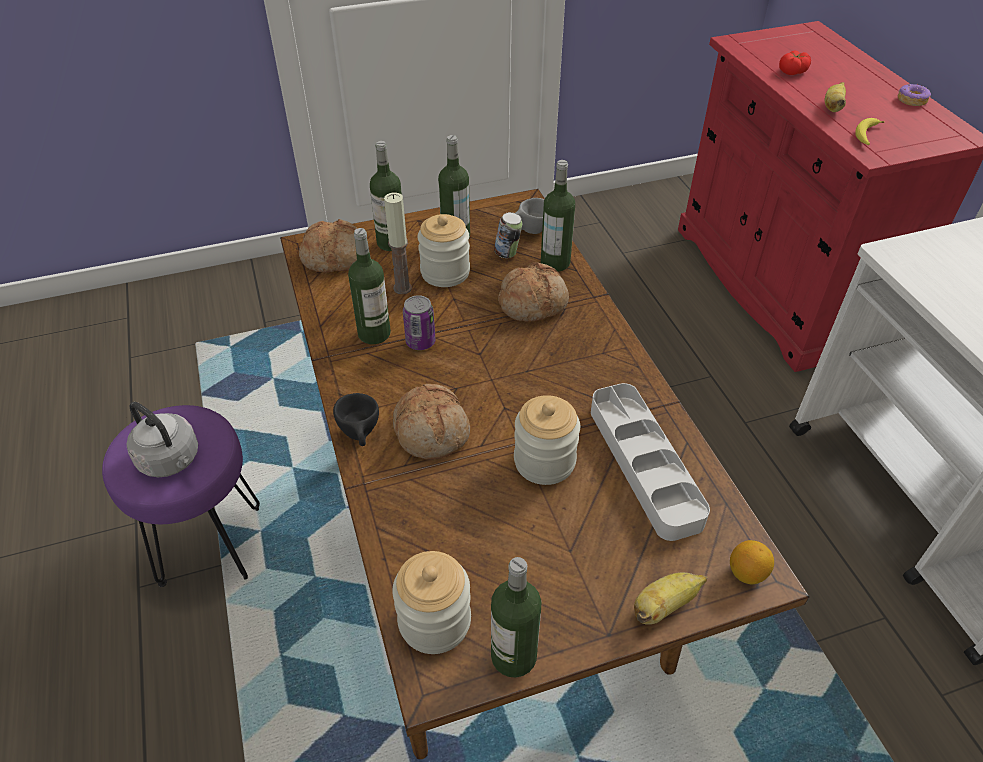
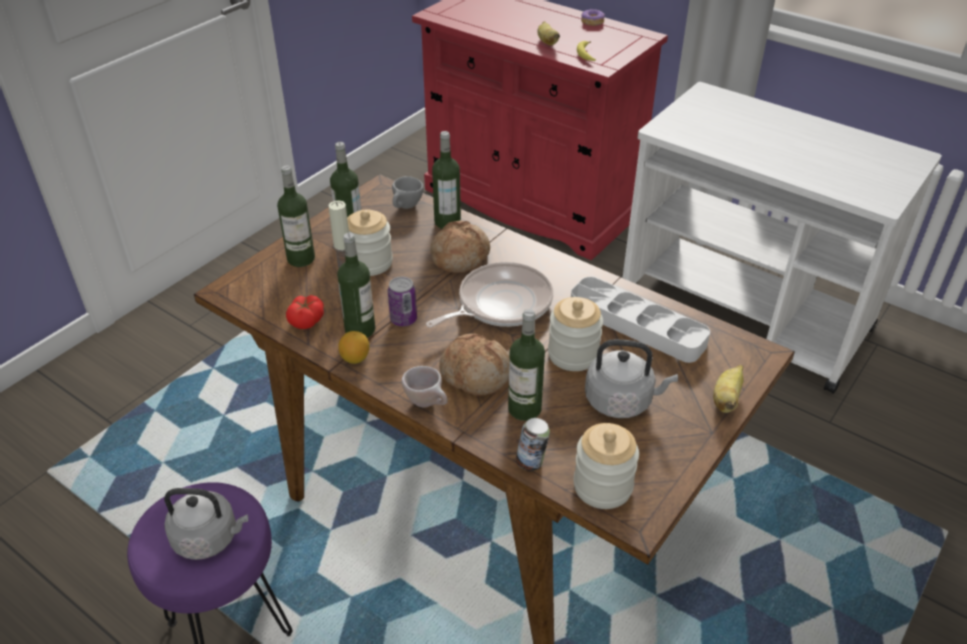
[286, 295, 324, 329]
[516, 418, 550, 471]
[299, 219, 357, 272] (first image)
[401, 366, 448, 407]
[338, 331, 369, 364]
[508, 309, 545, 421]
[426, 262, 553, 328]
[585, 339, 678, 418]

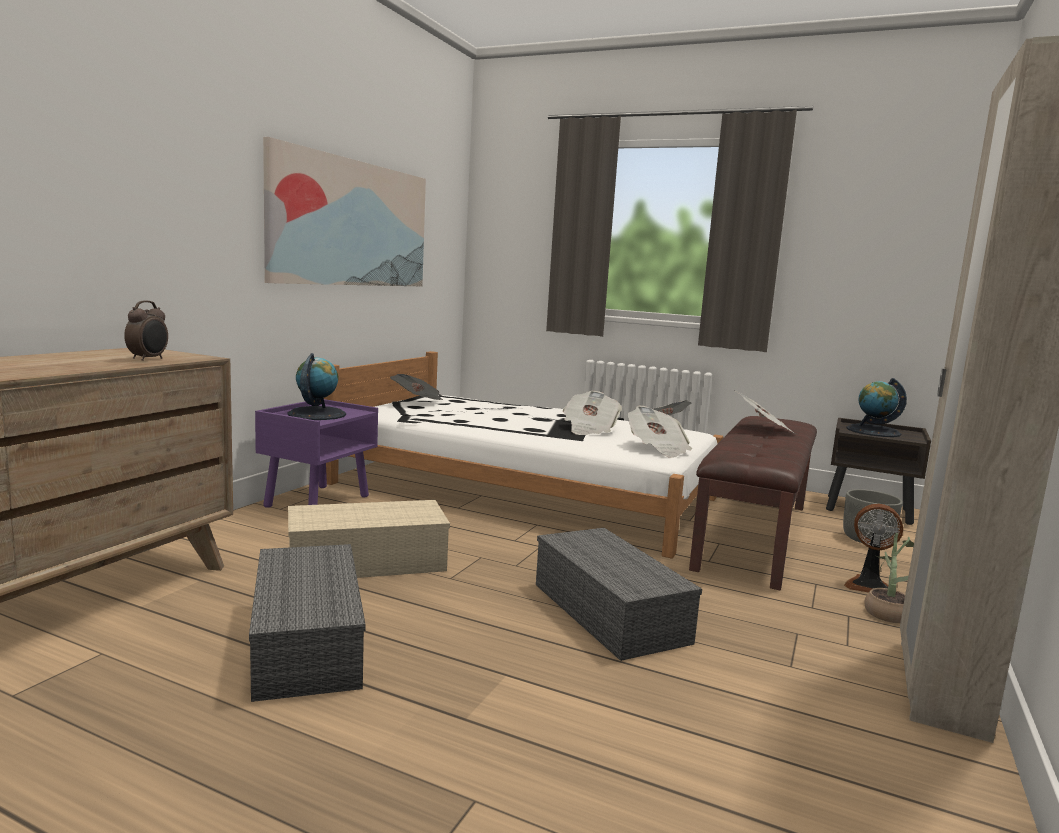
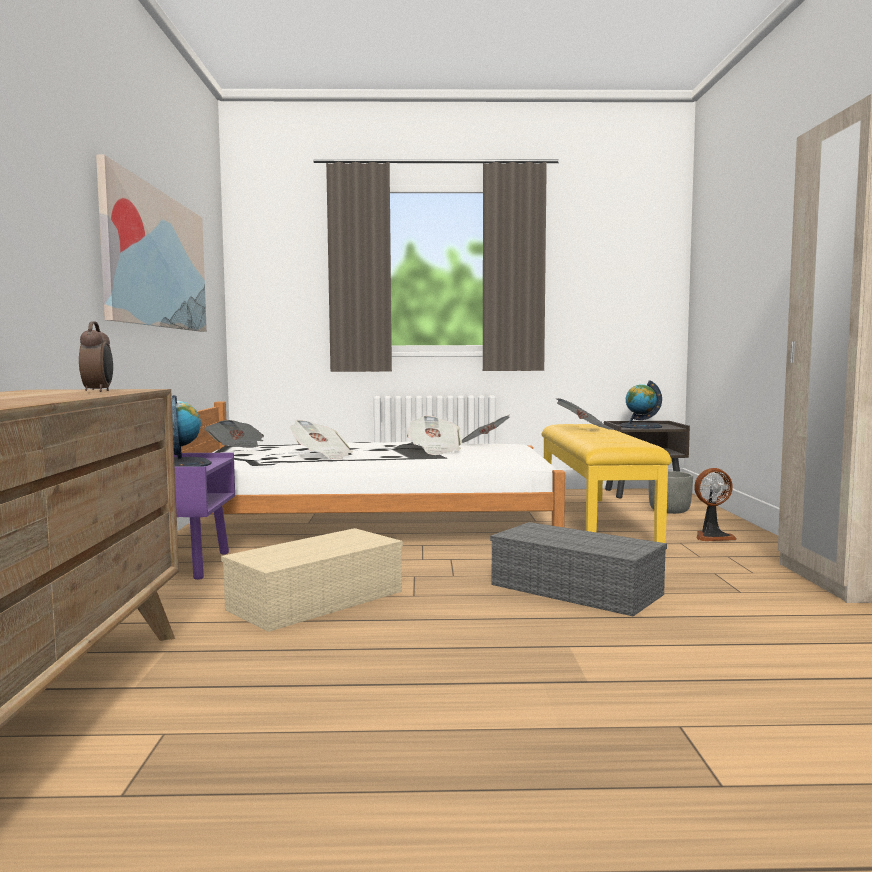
[289, 420, 353, 460]
[542, 424, 671, 543]
[865, 533, 914, 623] (first image)
[249, 544, 366, 702] (first image)

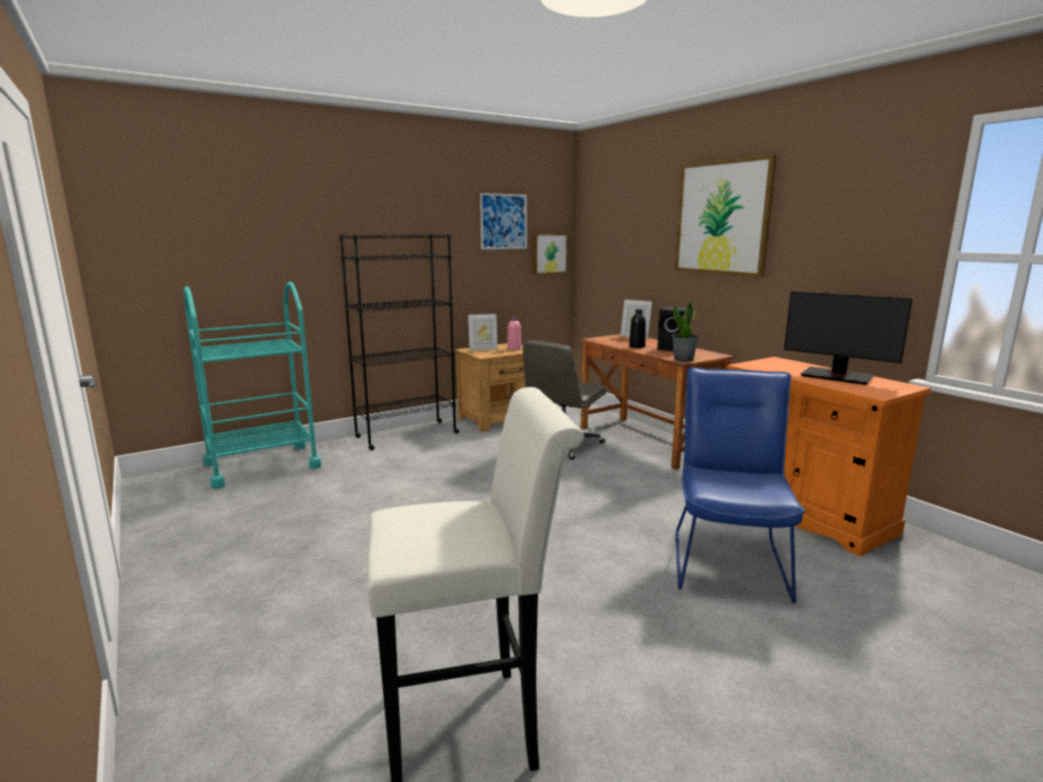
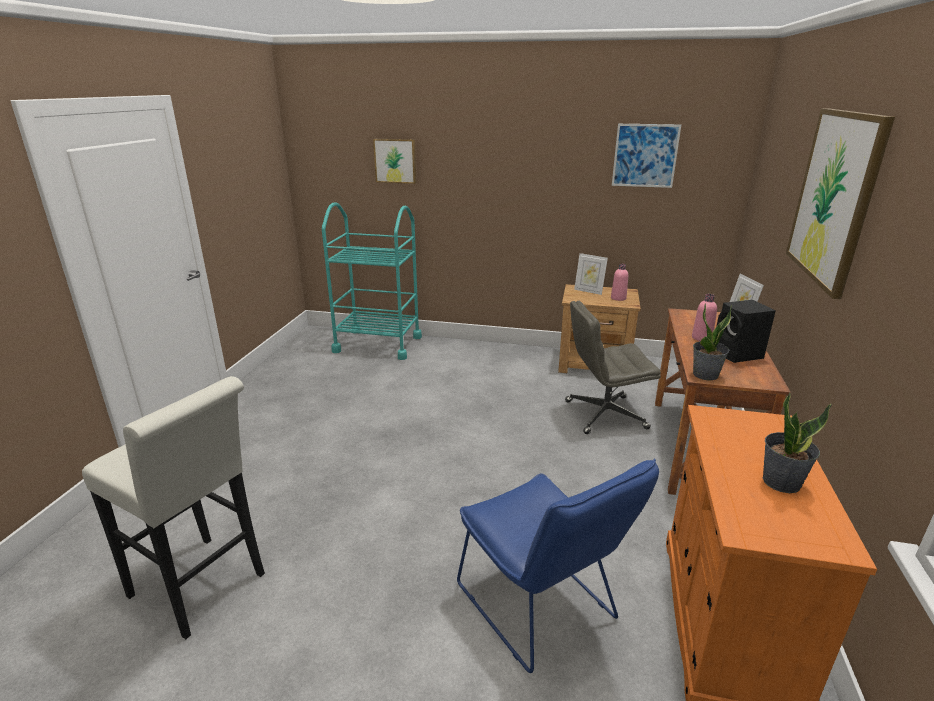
[340, 234, 459, 450] (first image)
[373, 139, 416, 184]
[763, 393, 832, 493]
[692, 294, 717, 341]
[457, 459, 659, 673]

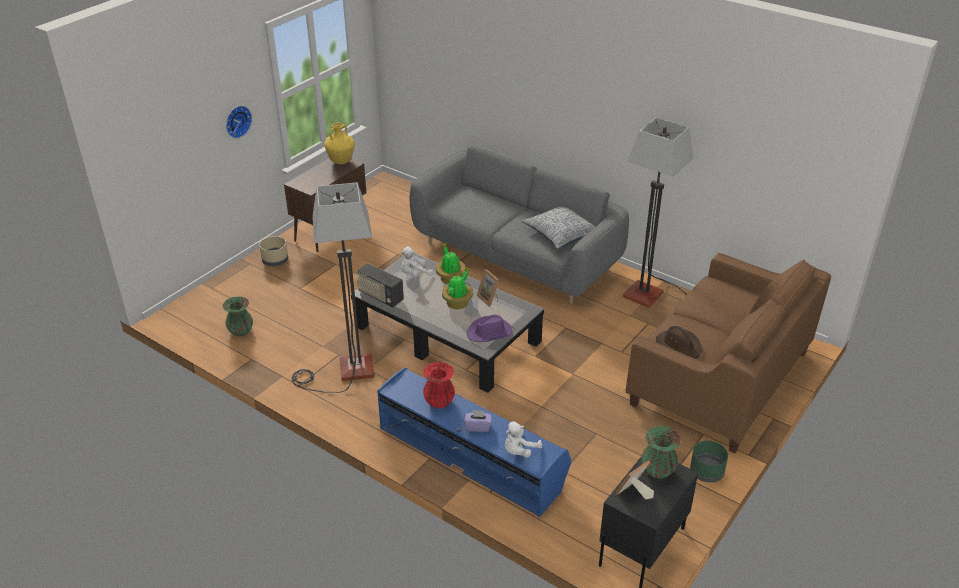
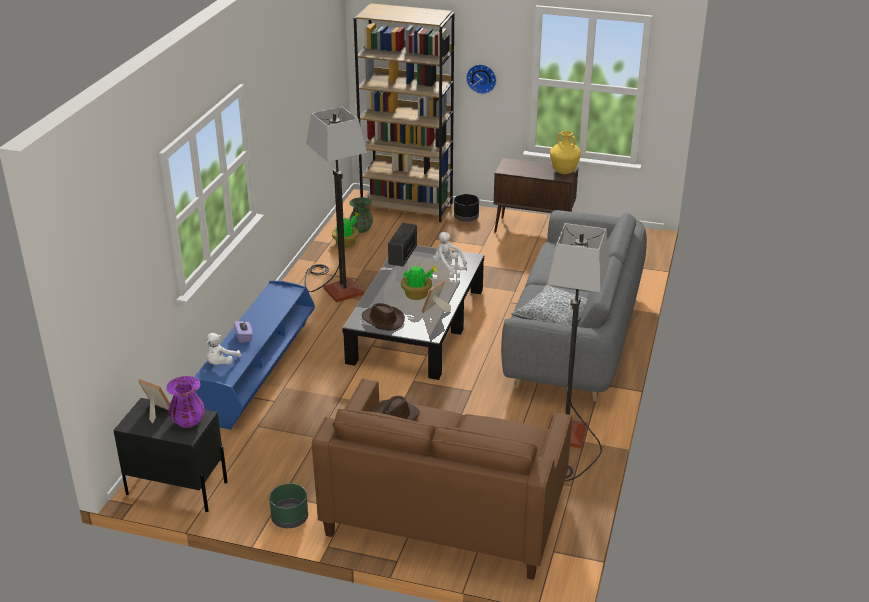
[454, 194, 479, 221]
[332, 212, 360, 248]
[362, 303, 405, 331]
[423, 362, 455, 408] (first image)
[206, 333, 241, 365]
[166, 376, 205, 428]
[354, 3, 454, 222]

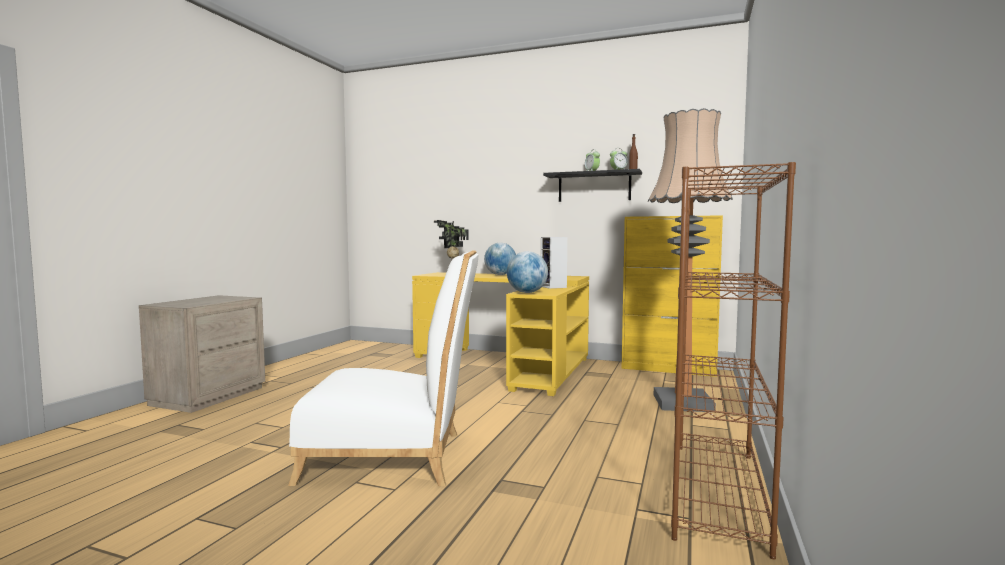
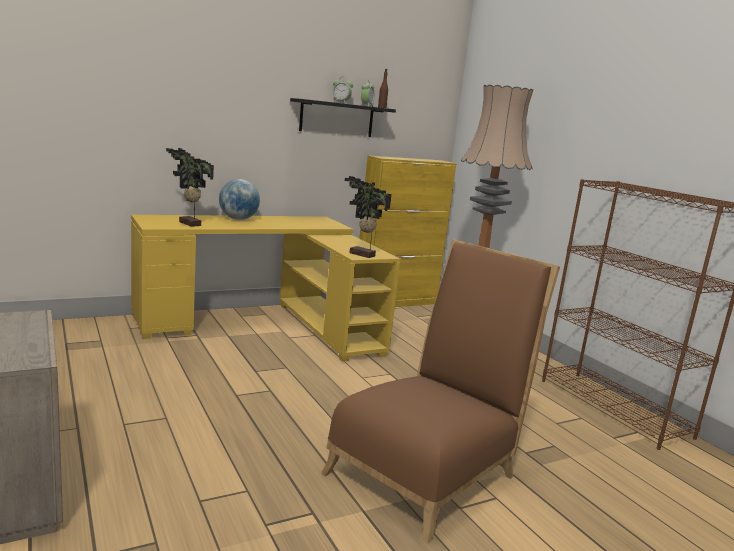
[541, 237, 567, 289] (first image)
[321, 239, 560, 544]
[345, 176, 392, 258]

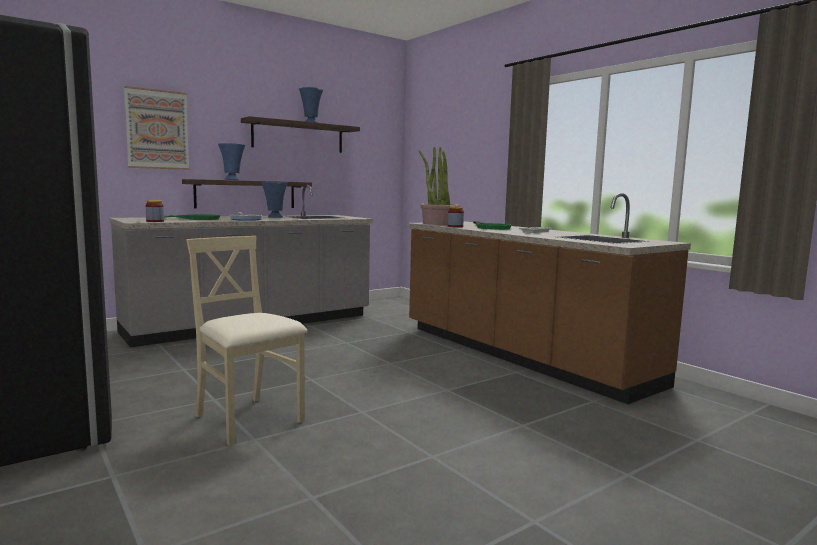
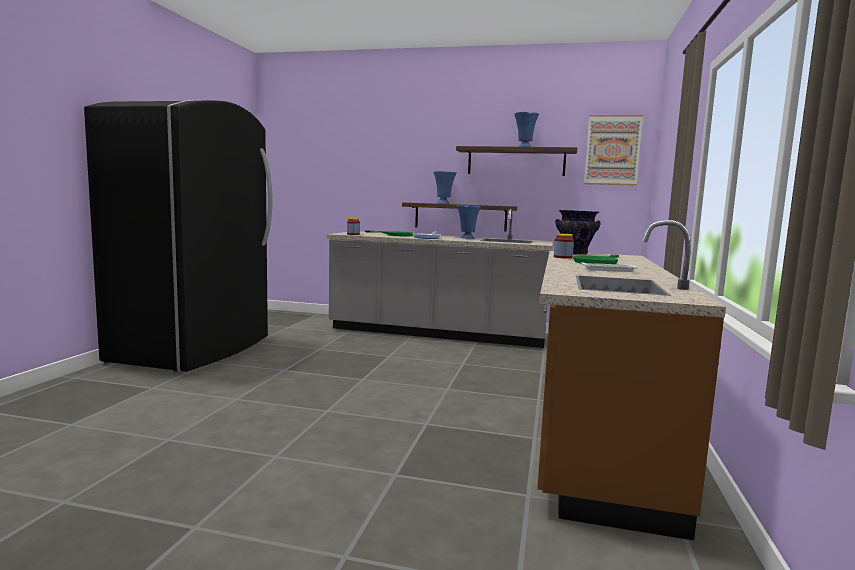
[584, 115, 643, 186]
[555, 210, 601, 255]
[186, 236, 308, 446] (first image)

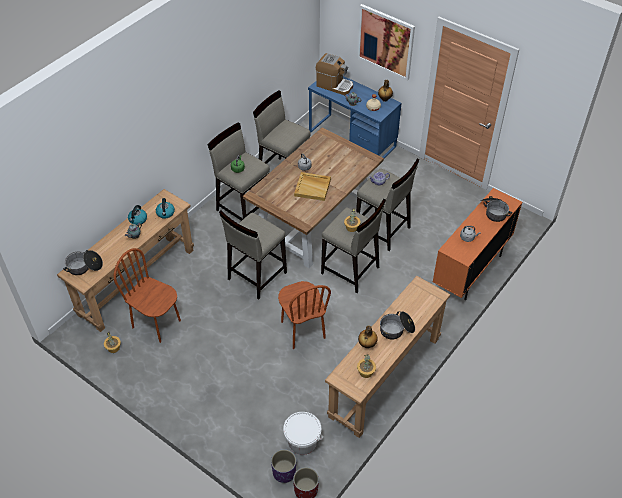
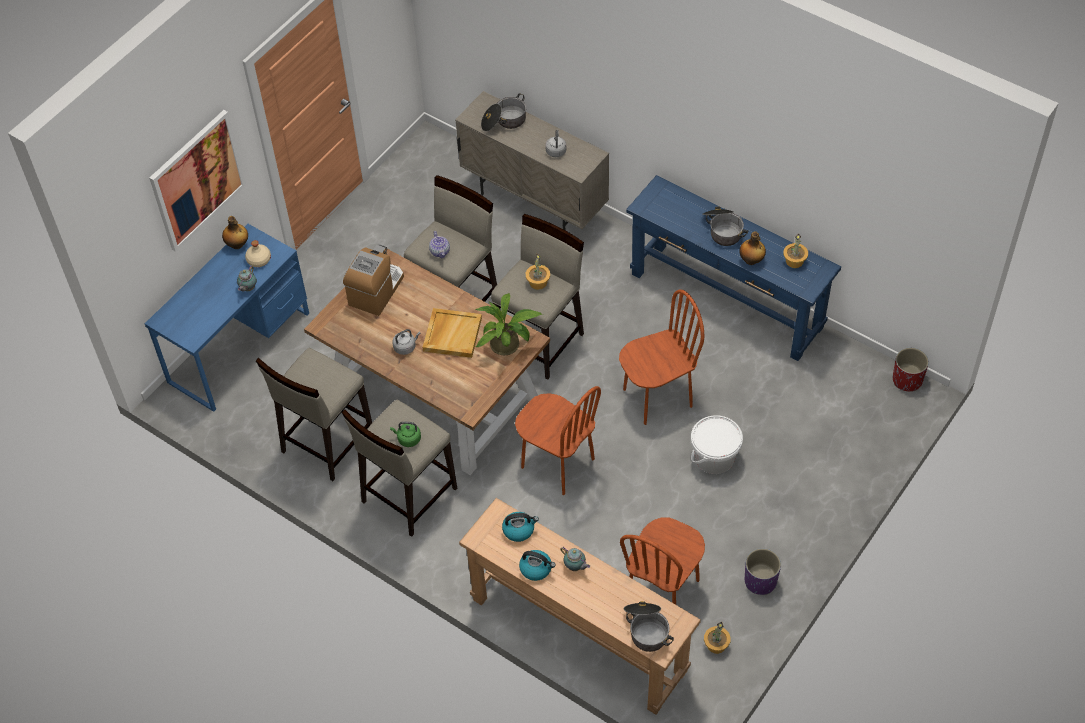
[343, 245, 404, 316]
[455, 91, 609, 230]
[515, 386, 601, 495]
[626, 175, 841, 361]
[691, 415, 743, 474]
[745, 548, 781, 595]
[475, 293, 543, 355]

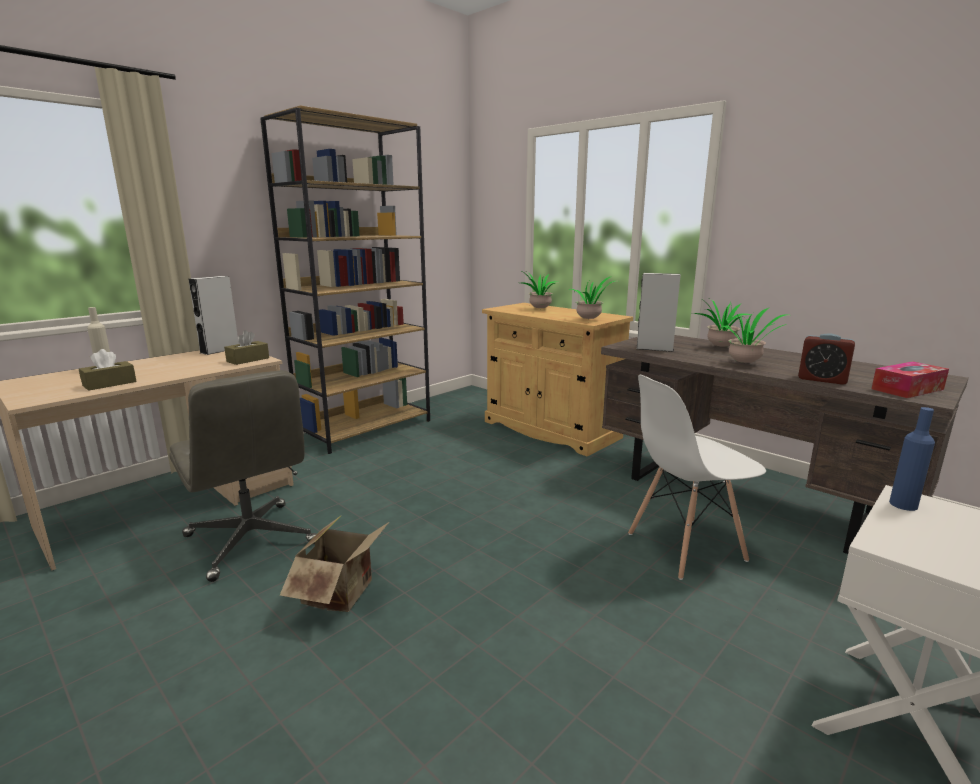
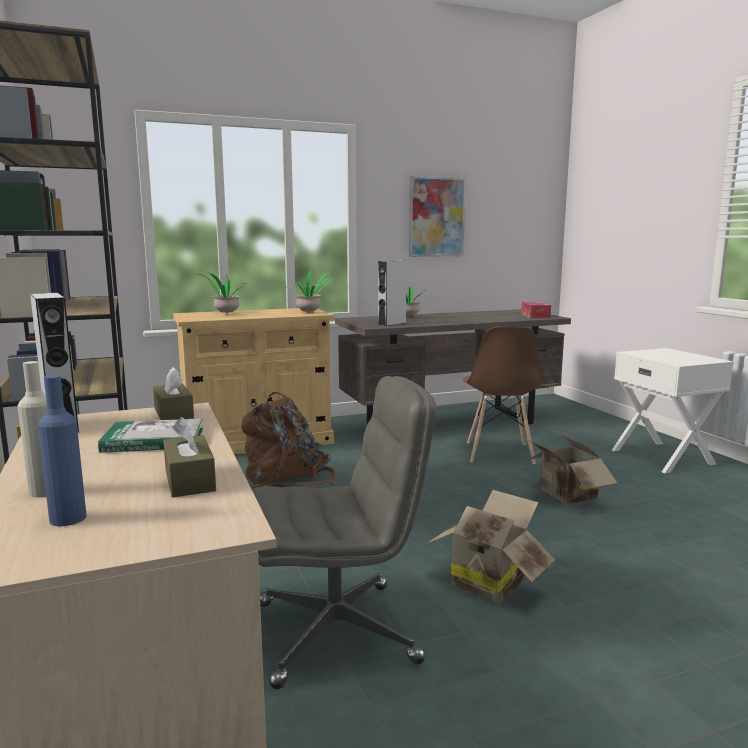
[720, 307, 788, 363] (first image)
[798, 334, 855, 385] (first image)
[463, 327, 543, 464]
[38, 375, 87, 526]
[409, 176, 466, 257]
[242, 392, 335, 489]
[98, 418, 203, 453]
[528, 435, 617, 504]

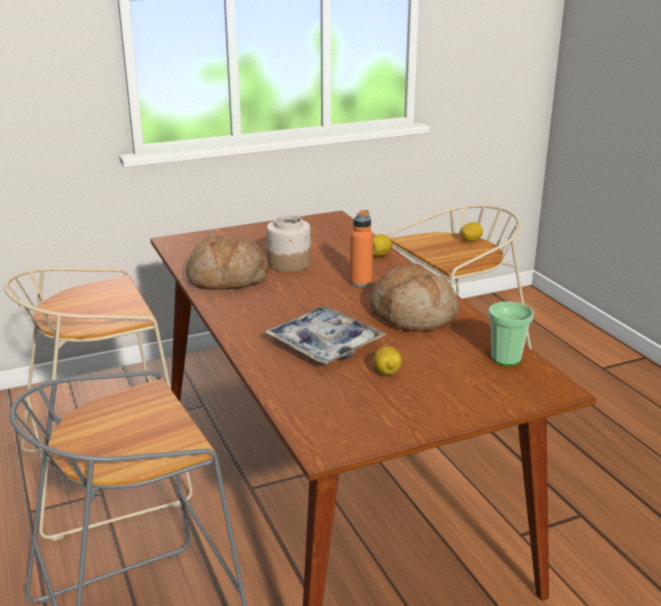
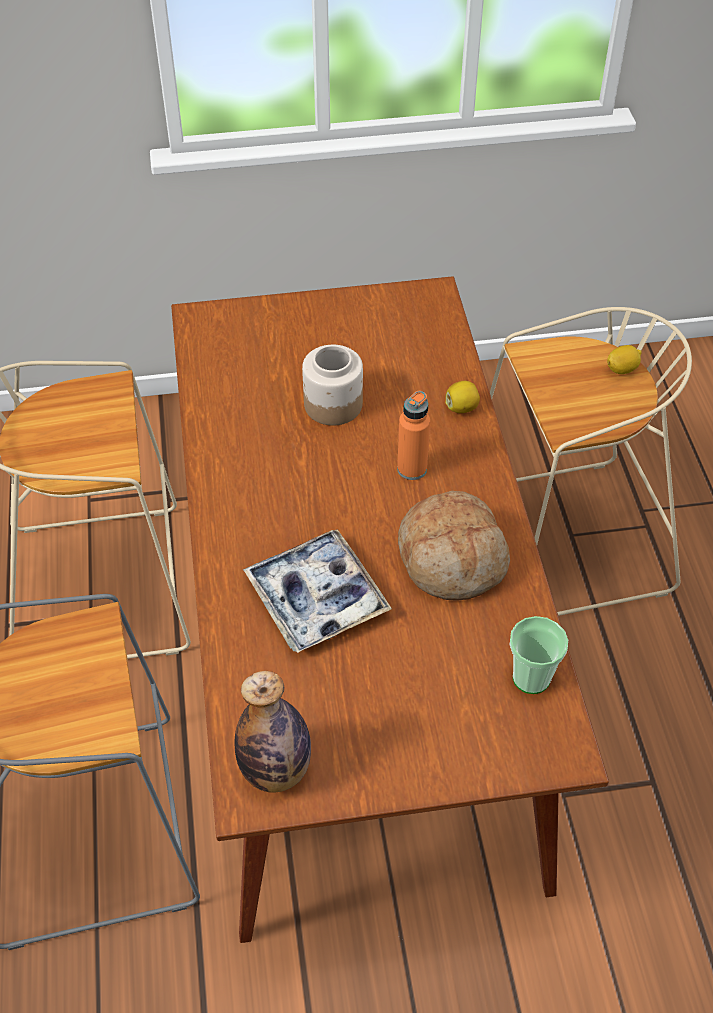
[186, 234, 269, 290] (first image)
[373, 346, 402, 375] (first image)
[234, 671, 311, 793]

